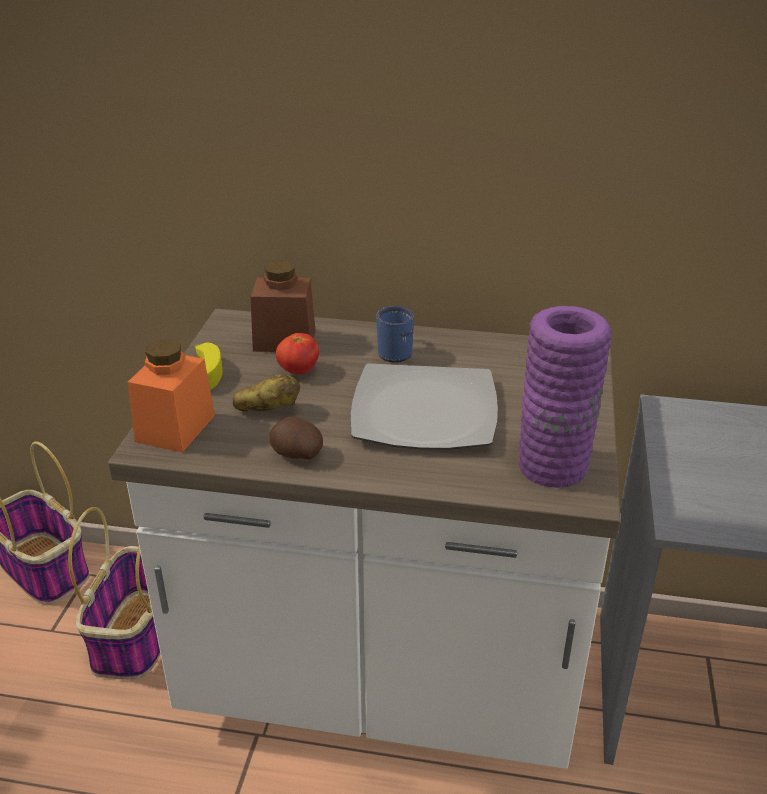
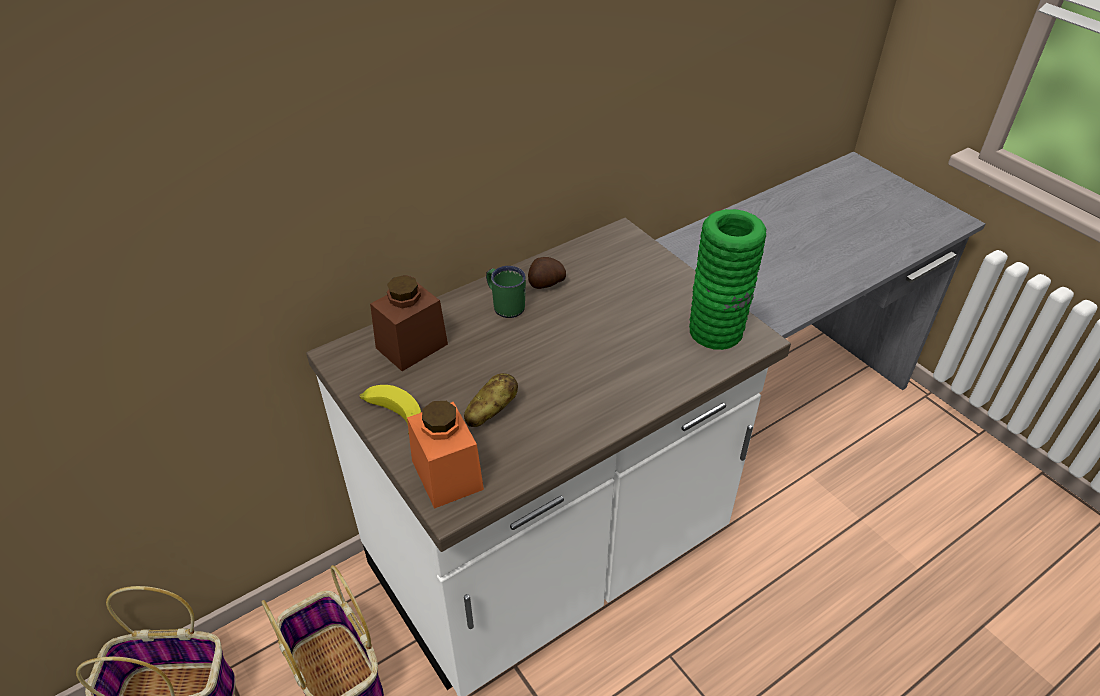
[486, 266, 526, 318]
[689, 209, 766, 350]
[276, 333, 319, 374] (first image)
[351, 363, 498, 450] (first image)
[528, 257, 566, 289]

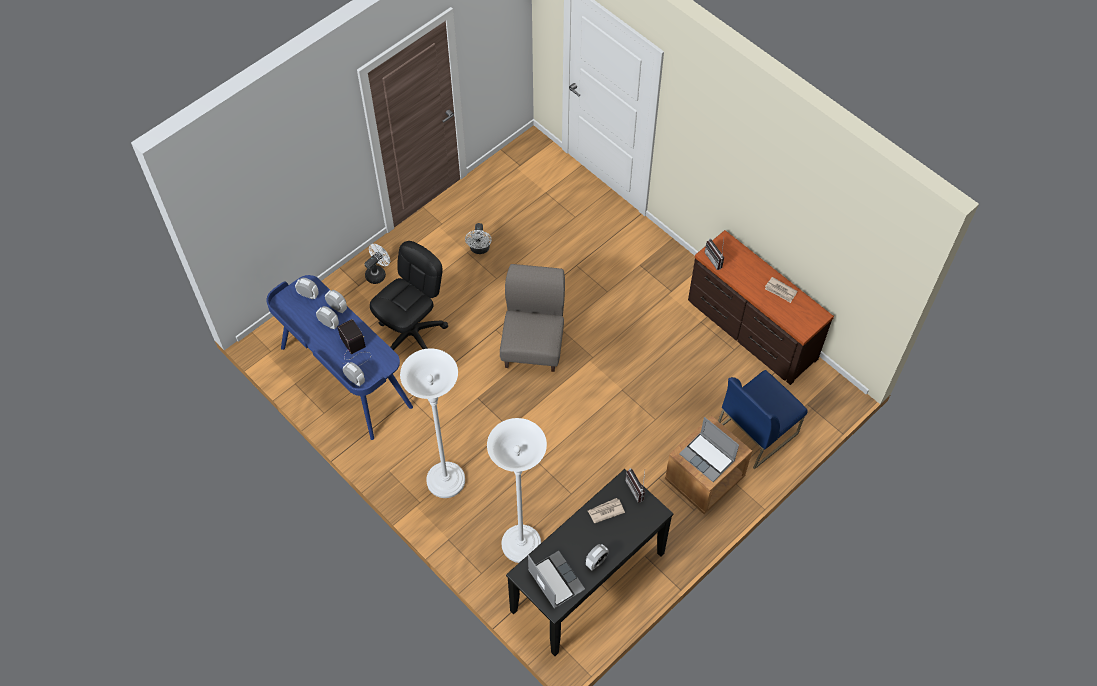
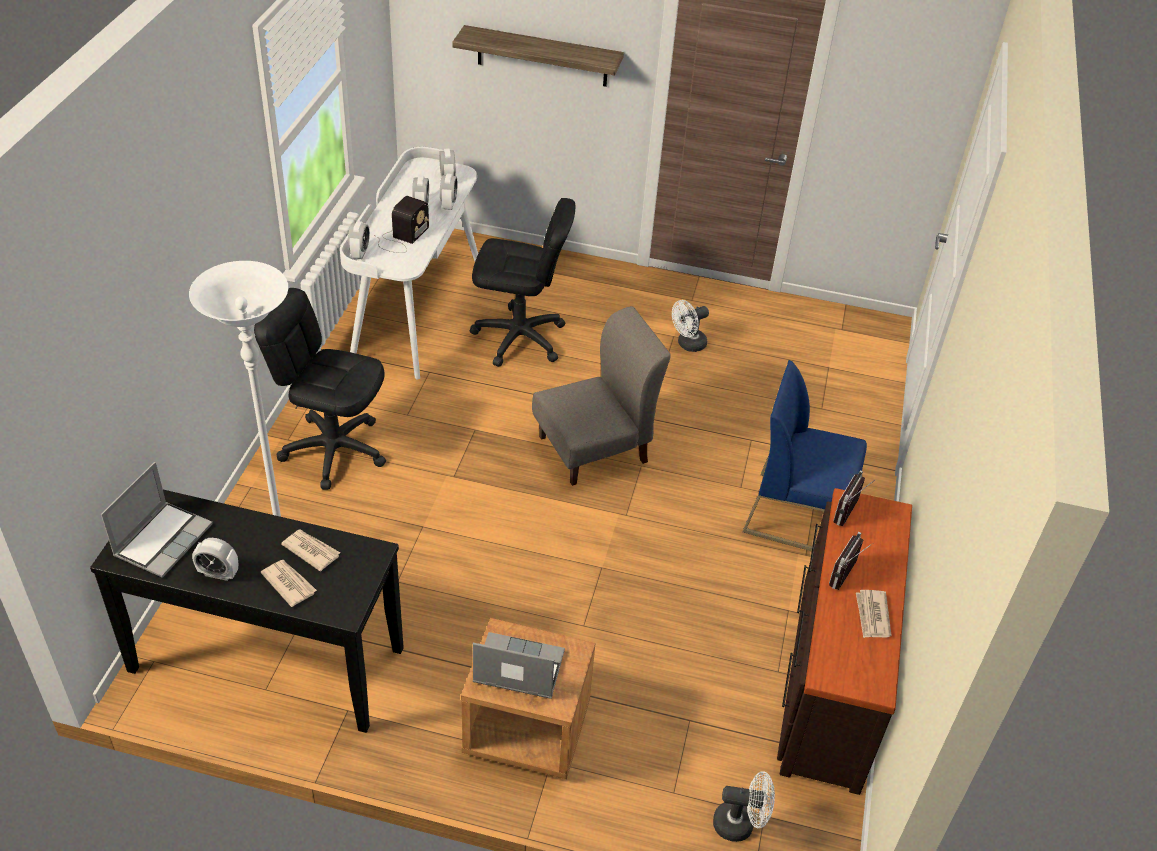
[713, 771, 775, 842]
[340, 147, 478, 380]
[254, 288, 386, 490]
[743, 360, 867, 551]
[473, 632, 565, 699]
[829, 532, 873, 590]
[452, 25, 624, 87]
[261, 560, 317, 607]

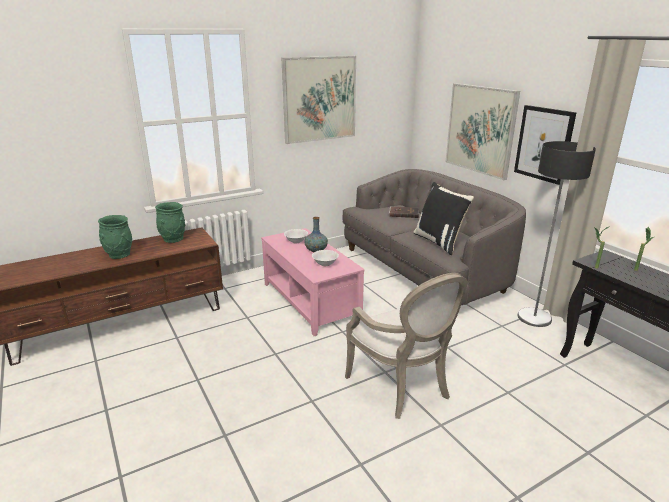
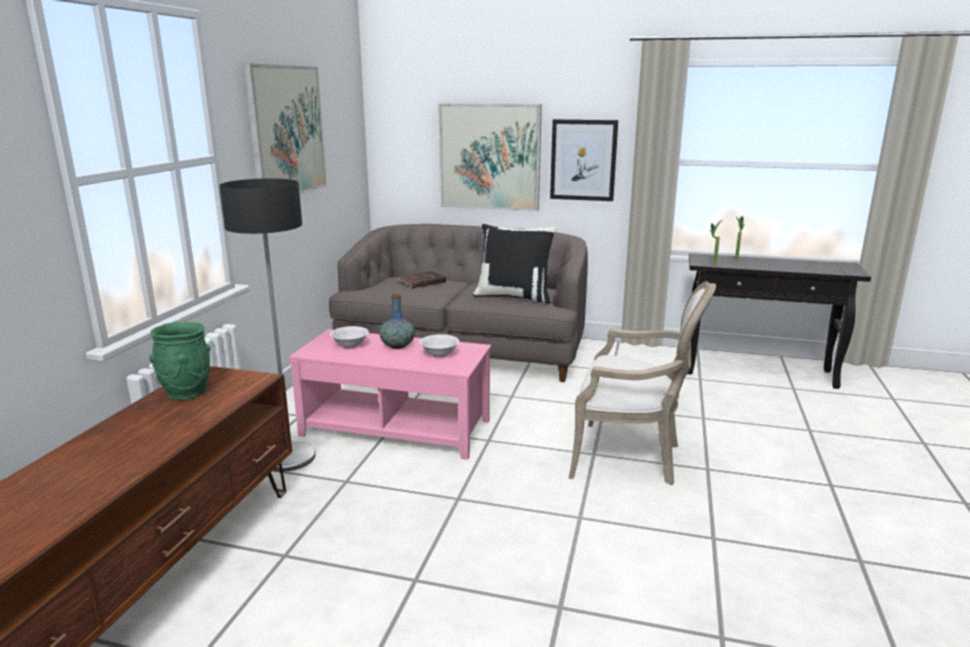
[219, 178, 316, 471]
[98, 215, 132, 259] (first image)

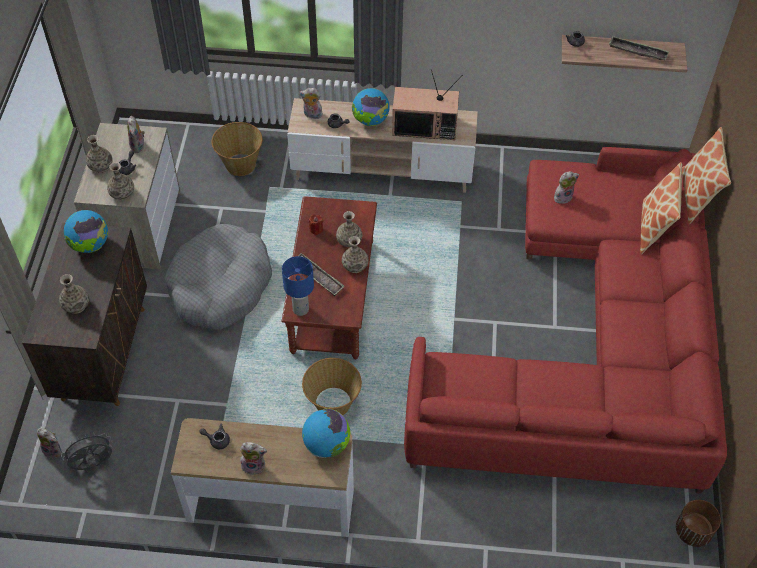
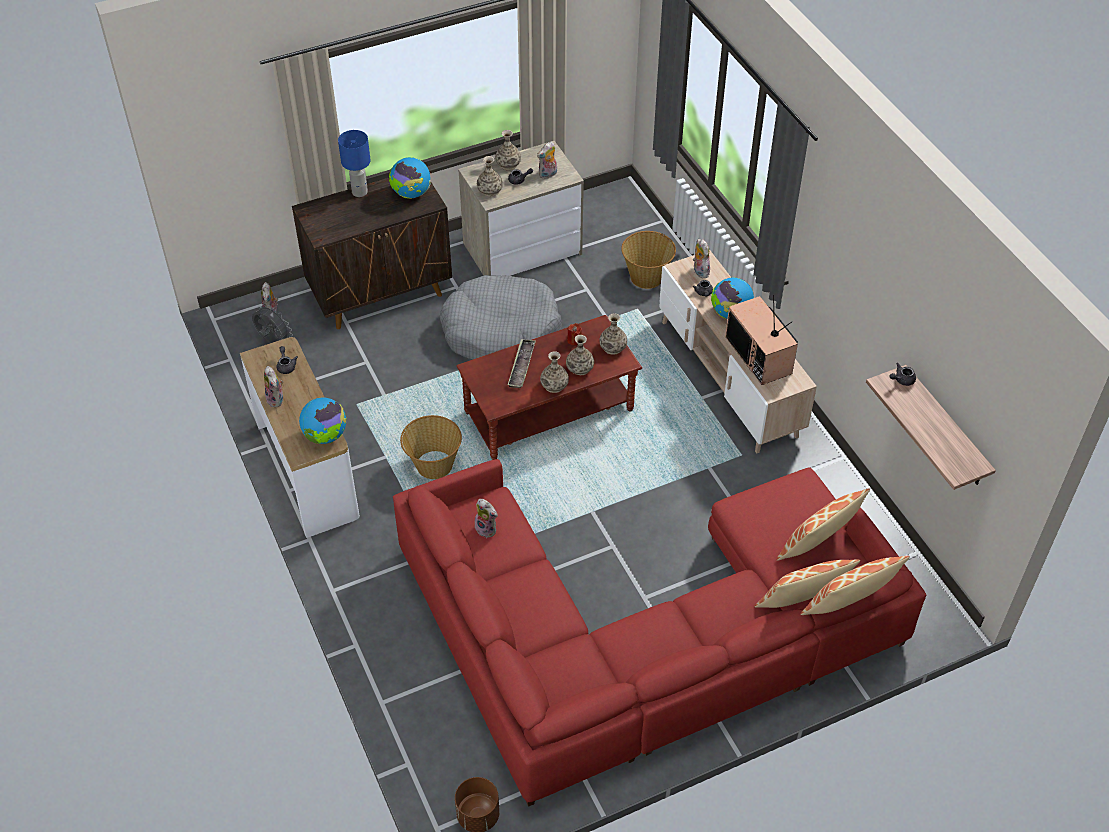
[609, 36, 669, 60] (first image)
[475, 499, 498, 538]
[338, 130, 371, 197]
[599, 313, 627, 355]
[776, 488, 870, 561]

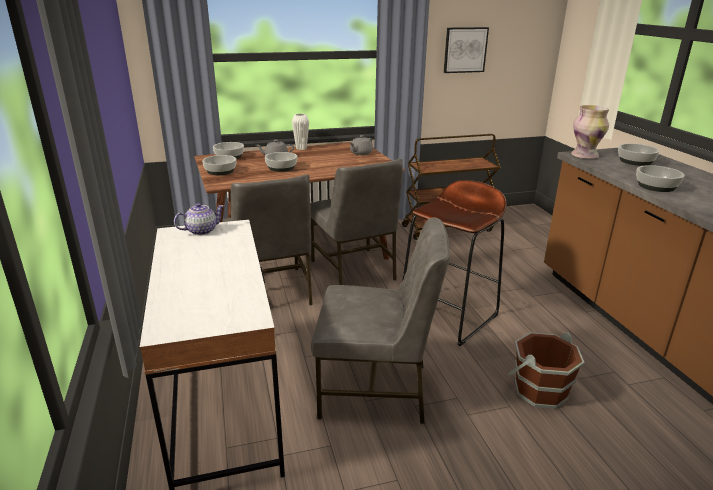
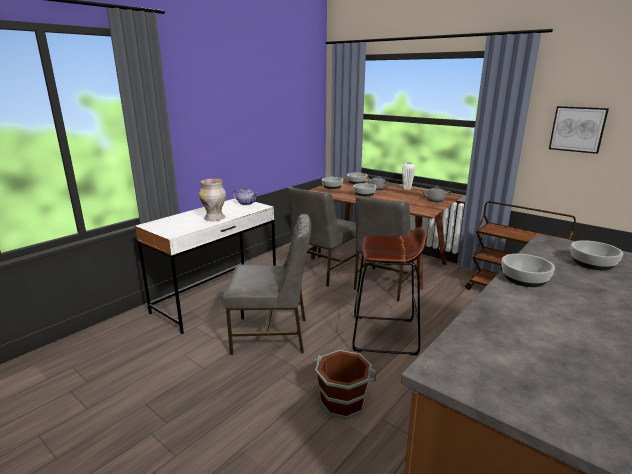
[199, 179, 226, 221]
[223, 214, 311, 355]

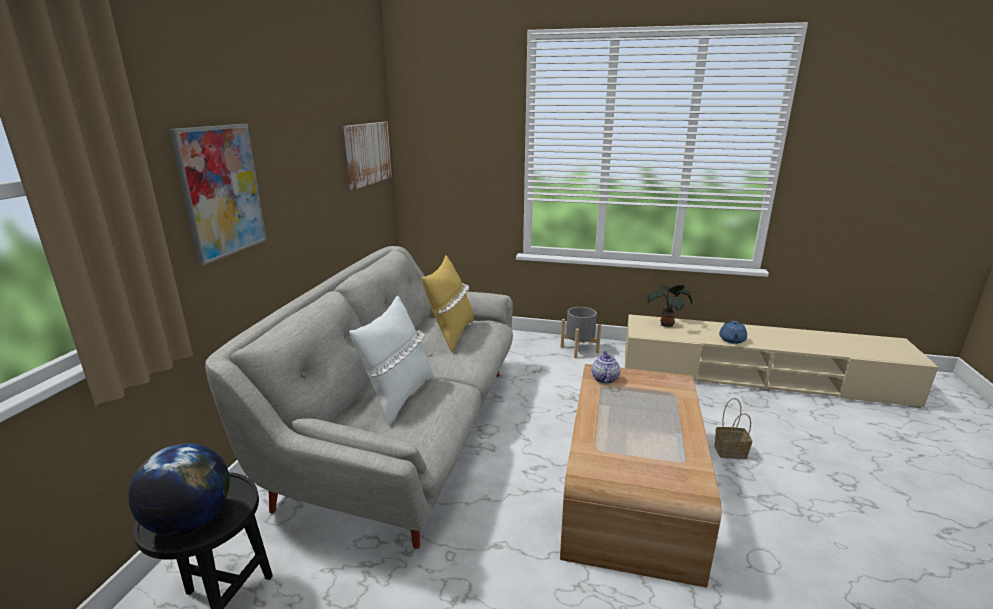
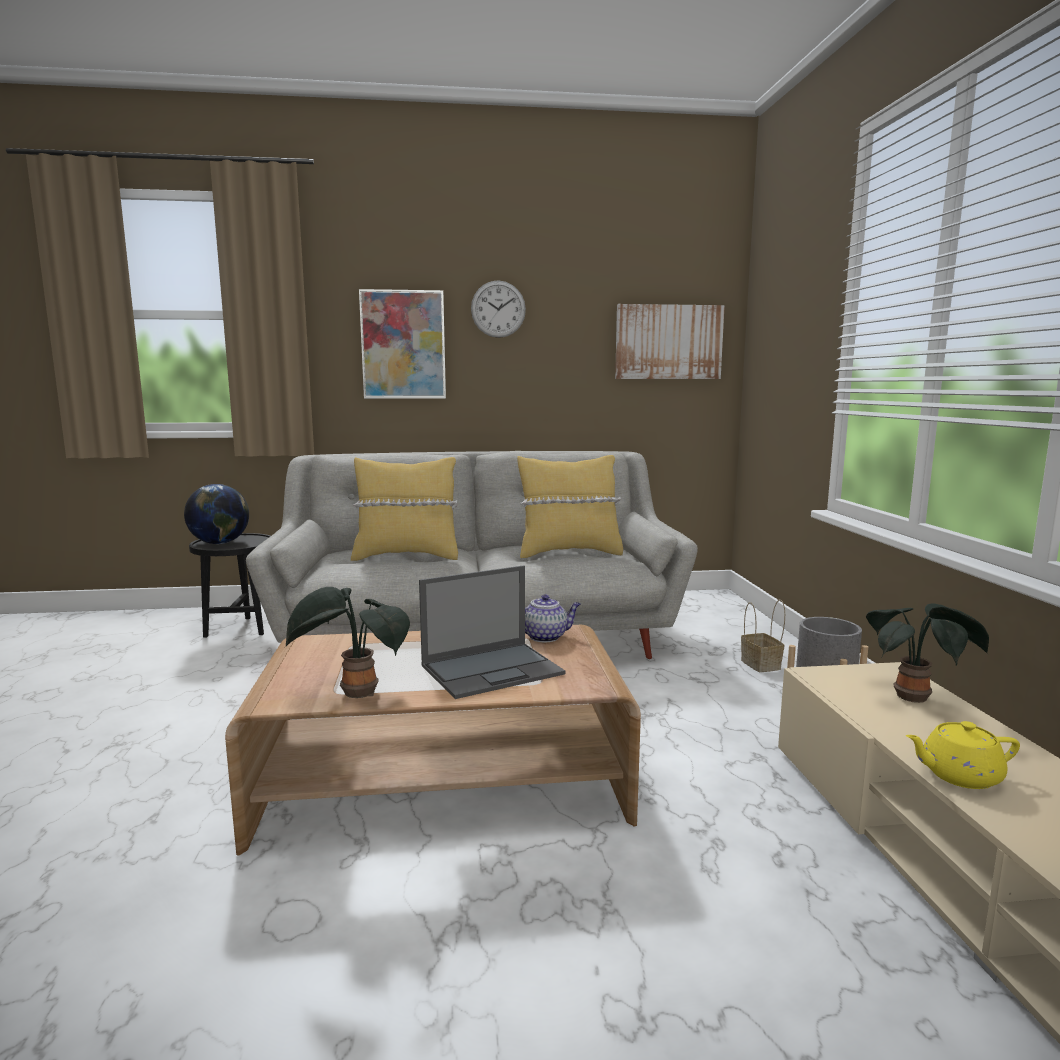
[351, 457, 458, 561]
[906, 721, 1020, 789]
[741, 600, 785, 672]
[471, 280, 526, 338]
[419, 565, 565, 699]
[286, 587, 410, 698]

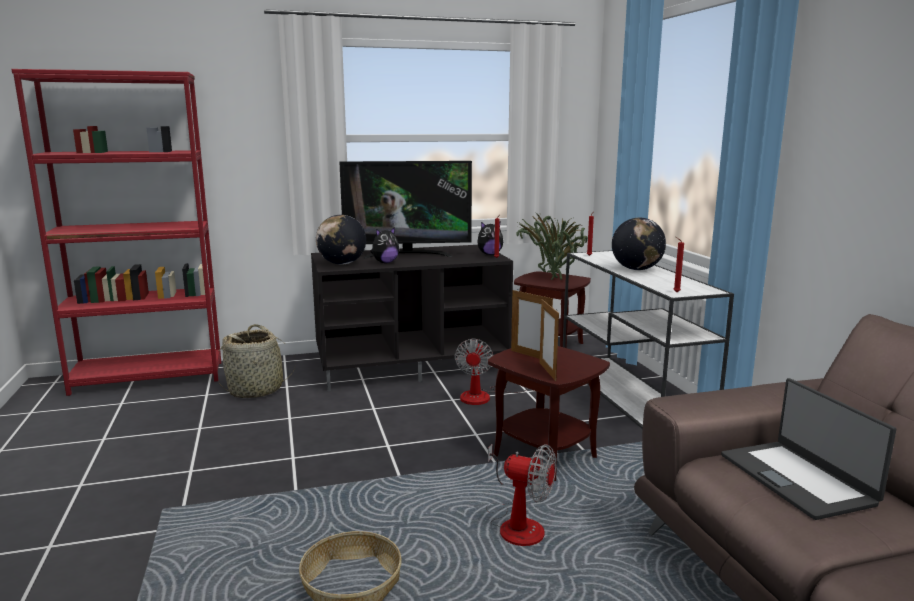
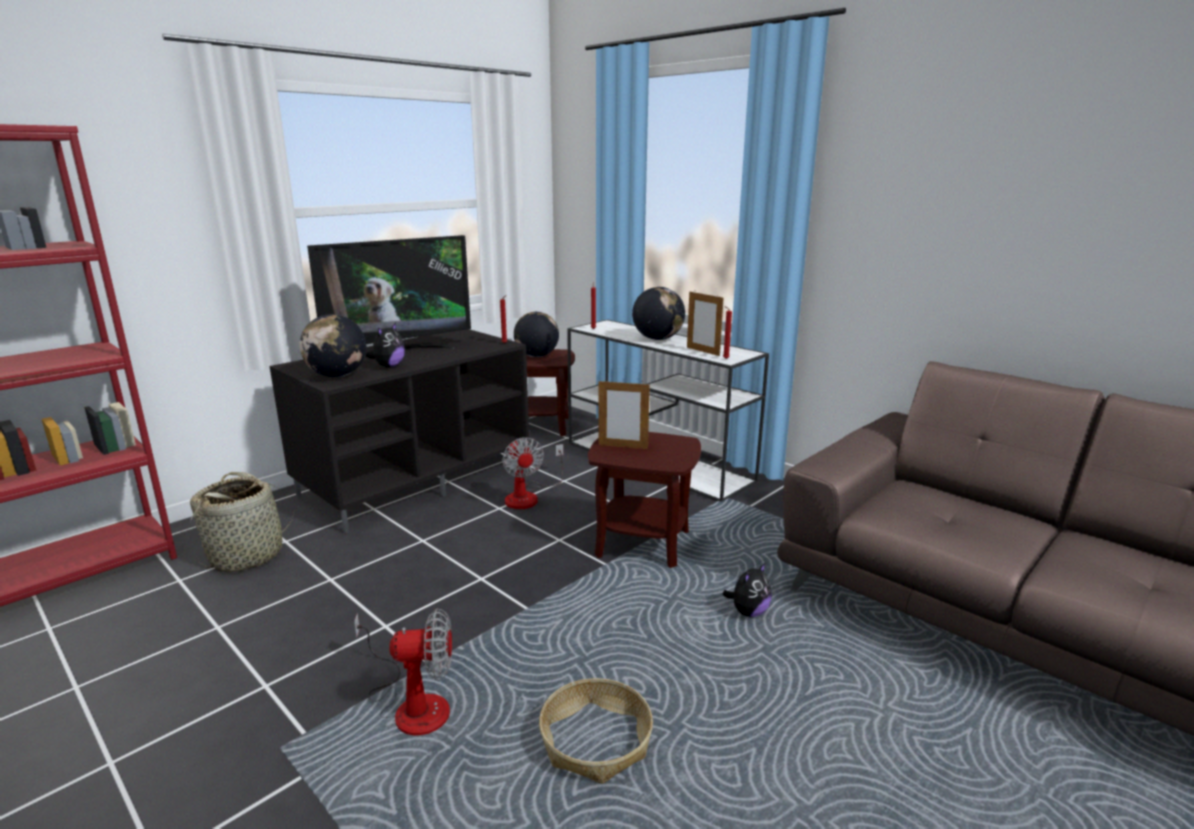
[514, 312, 559, 357]
[722, 562, 772, 617]
[687, 290, 724, 356]
[721, 378, 896, 520] (first image)
[354, 608, 452, 735]

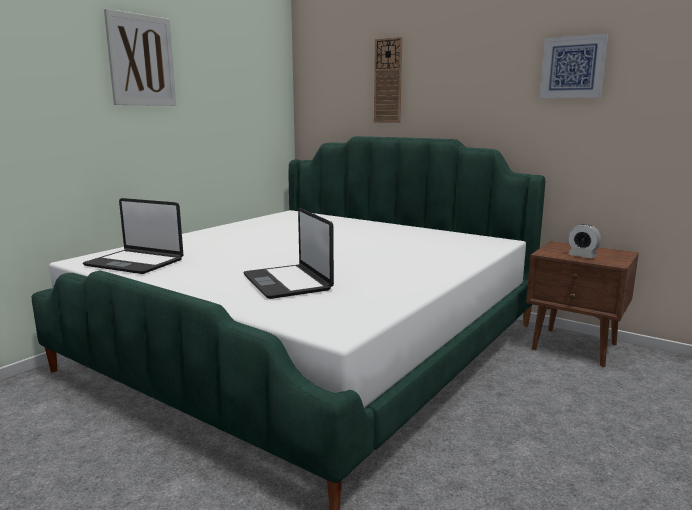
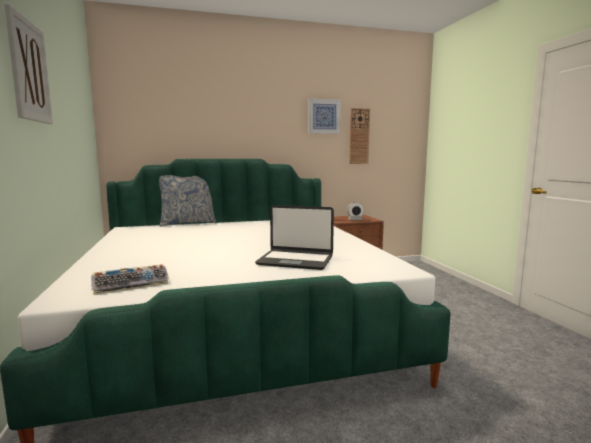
[349, 108, 370, 164]
[91, 264, 169, 295]
[159, 175, 217, 226]

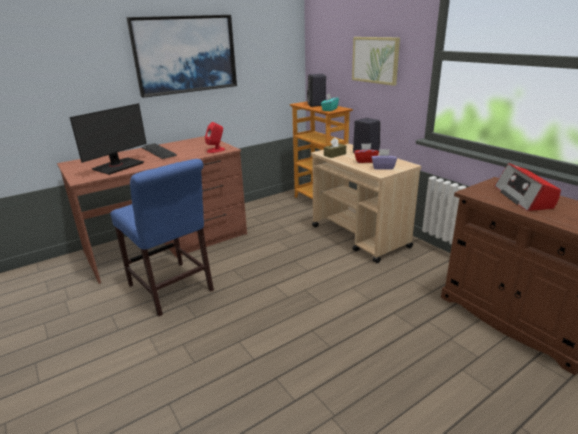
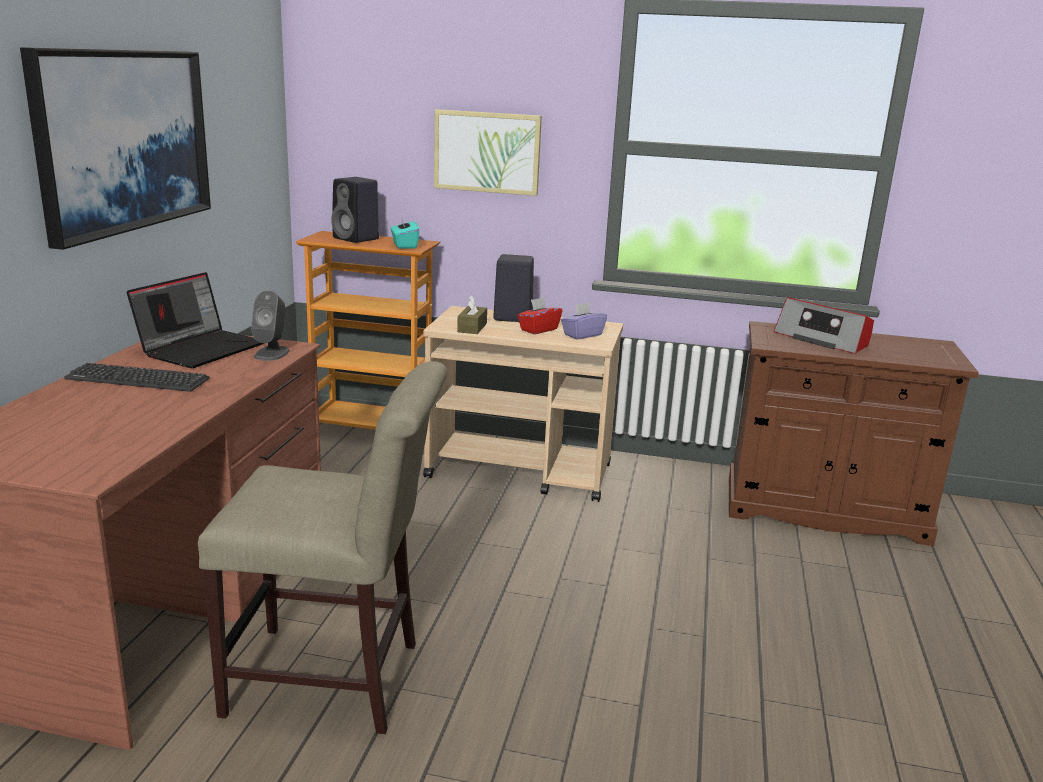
[70, 103, 147, 175] (first image)
[251, 291, 289, 361]
[198, 361, 447, 734]
[127, 272, 264, 368]

